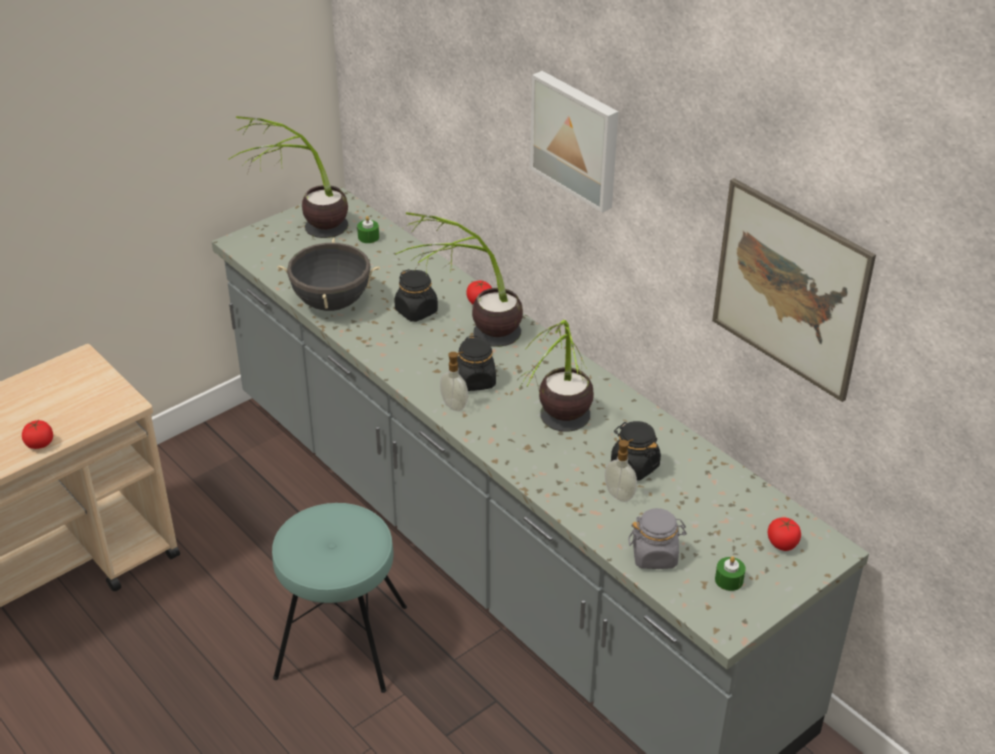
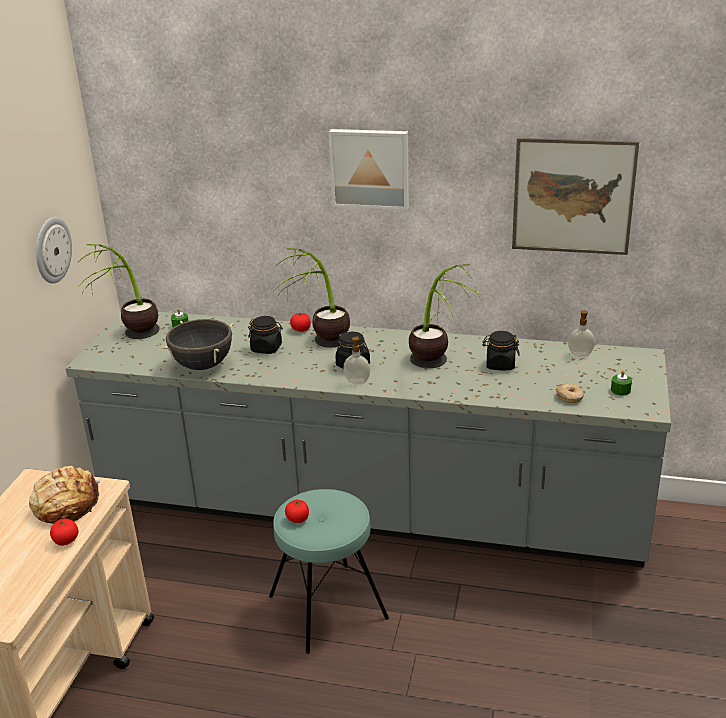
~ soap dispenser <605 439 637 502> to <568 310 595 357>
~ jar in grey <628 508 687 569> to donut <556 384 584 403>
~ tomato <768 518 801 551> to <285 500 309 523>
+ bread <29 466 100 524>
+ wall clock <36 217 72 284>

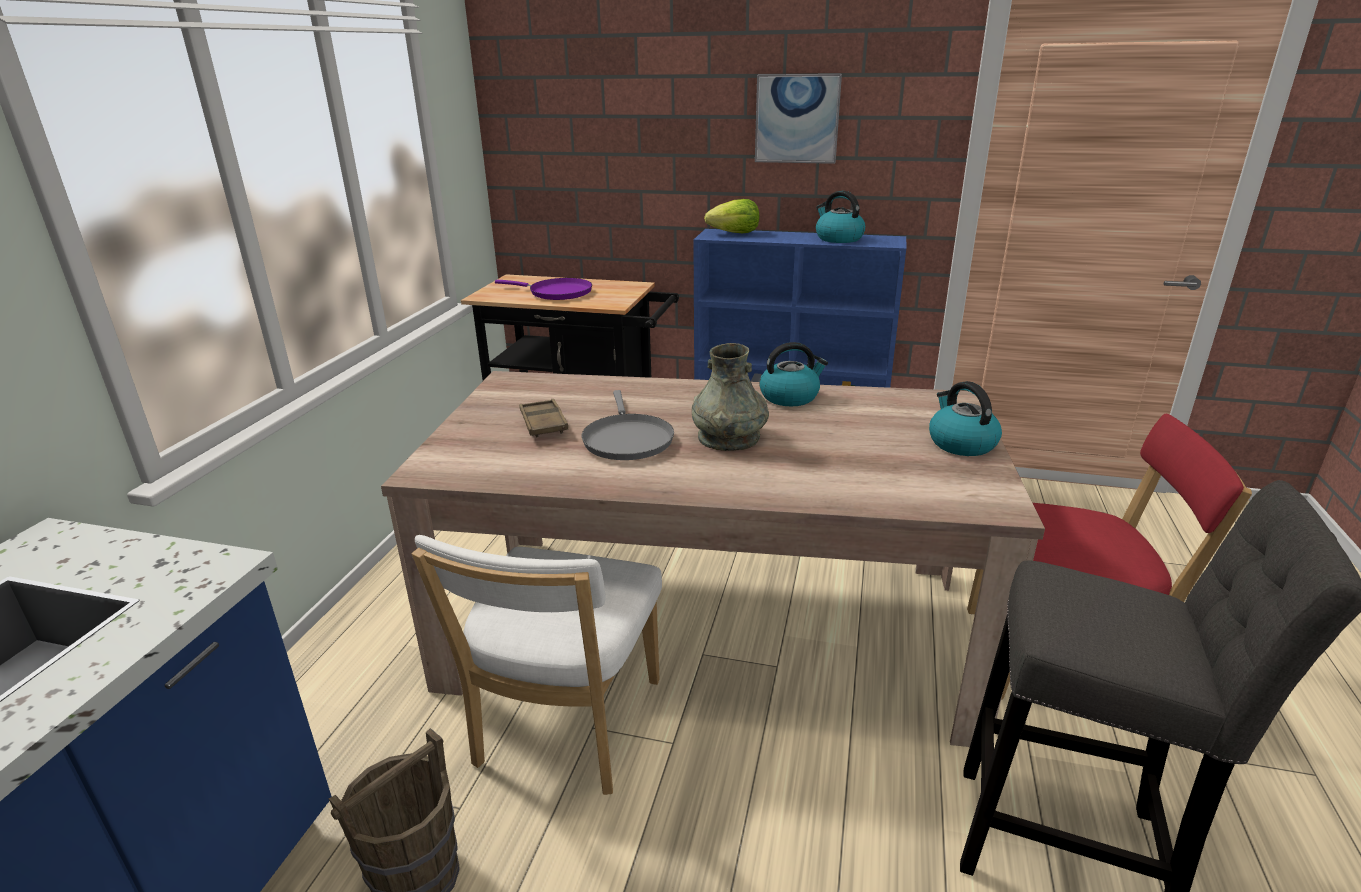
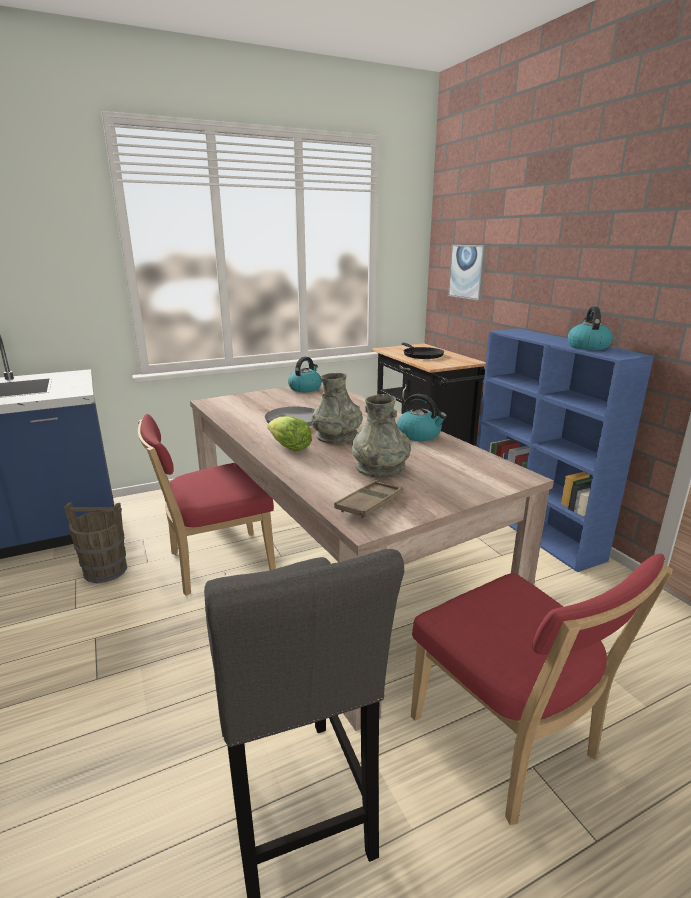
~ chair in white <412 535 662 795> to chair in red <138 414 276 596>
~ frying pan in purple <495 278 592 300> to frying pan in black <402 343 444 359>
~ tray in brown <519 399 568 437> to <334 480 403 518>
~ lettuce <704 199 759 233> to <268 416 312 451>
~ picture <755 74 842 164> to <448 245 487 301>
~ kettle <929 381 1002 456> to <288 357 322 392>
+ vase in grey <352 394 411 478>

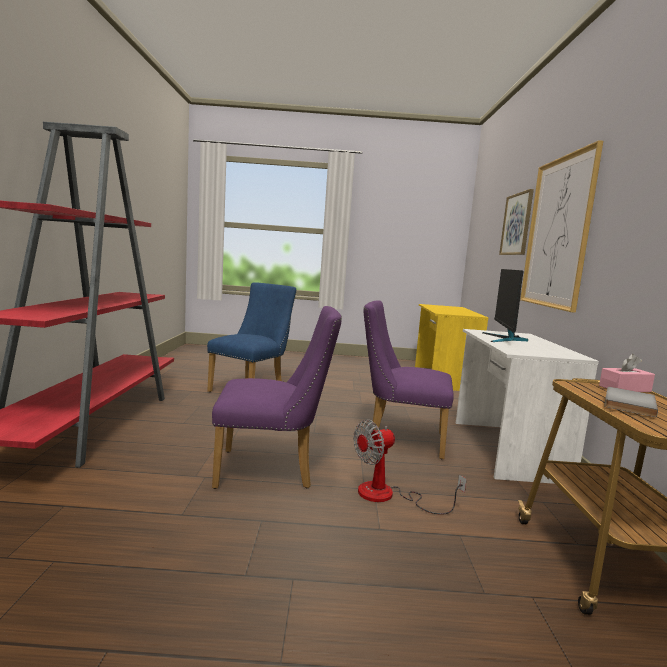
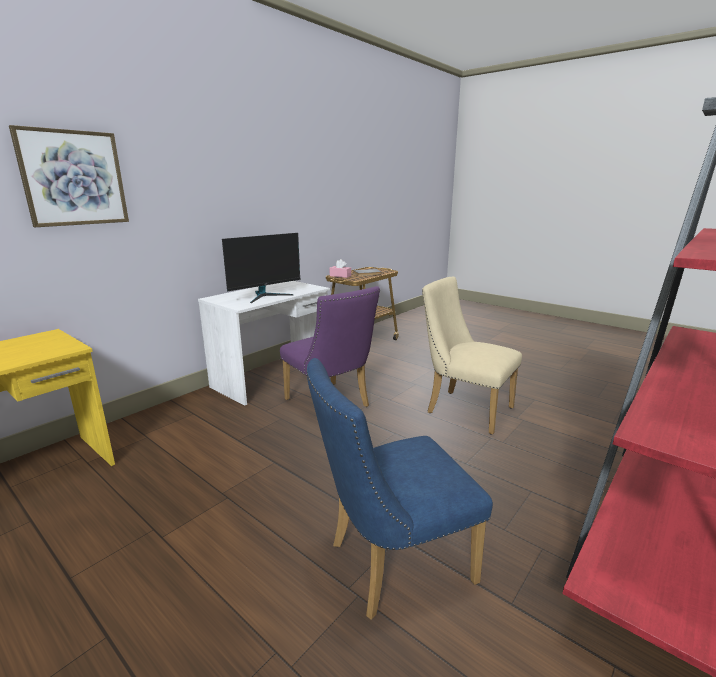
~ chair in purple <212 306 342 489> to chair in beige <422 277 522 435>
- fan <353 419 467 515>
- picture <520 140 603 313>

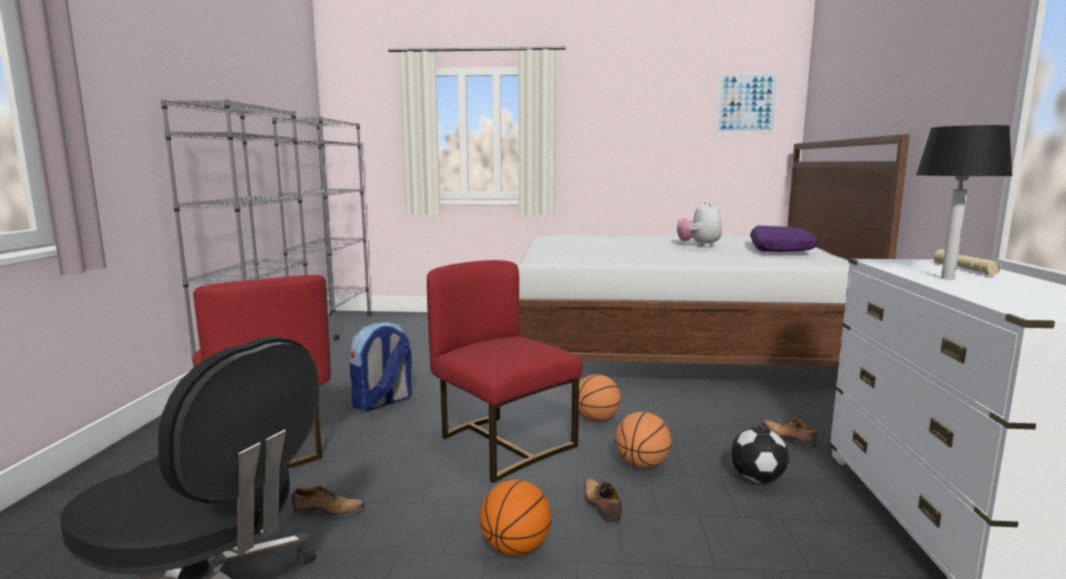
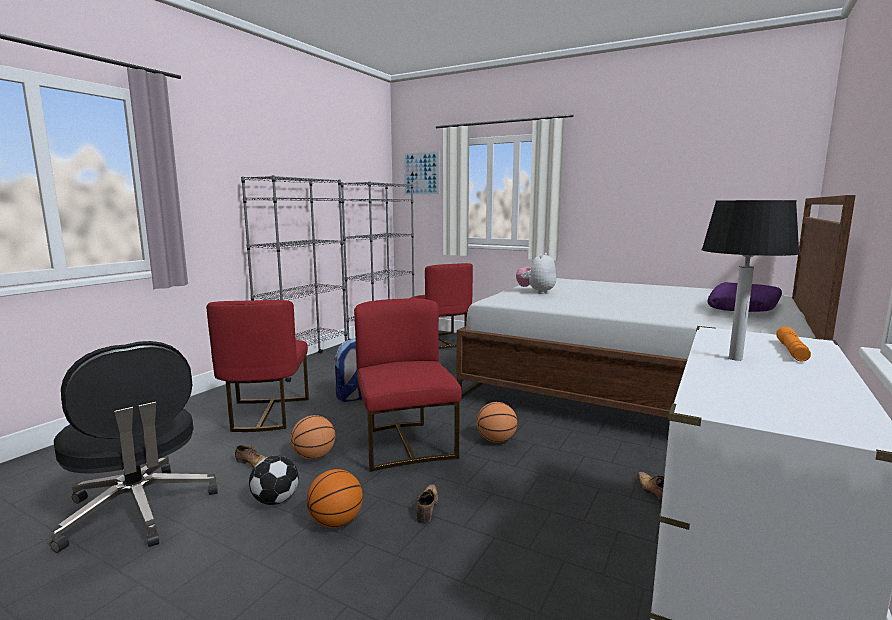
~ basketball <615 412 672 469> to <290 415 335 459>
~ plush toy <677 201 722 247> to <516 253 556 294>
~ picture <715 72 779 134> to <403 151 440 196>
~ football <731 427 789 483> to <249 455 299 505>
~ flashlight in beige <933 249 1001 275> to flashlight in orange <776 326 811 361>
+ chair in red <411 263 473 349>

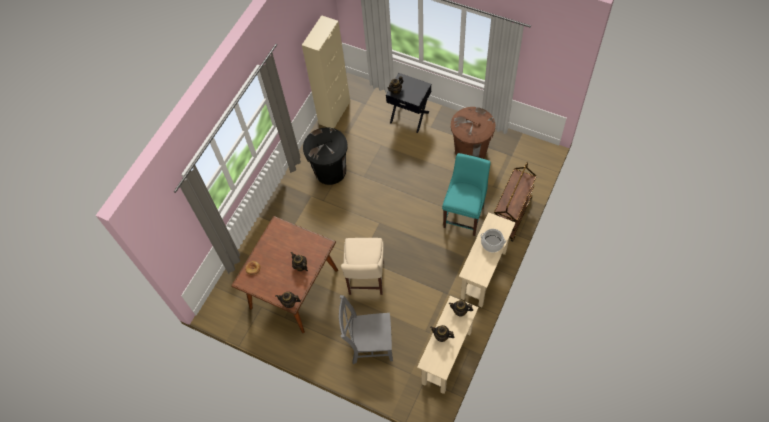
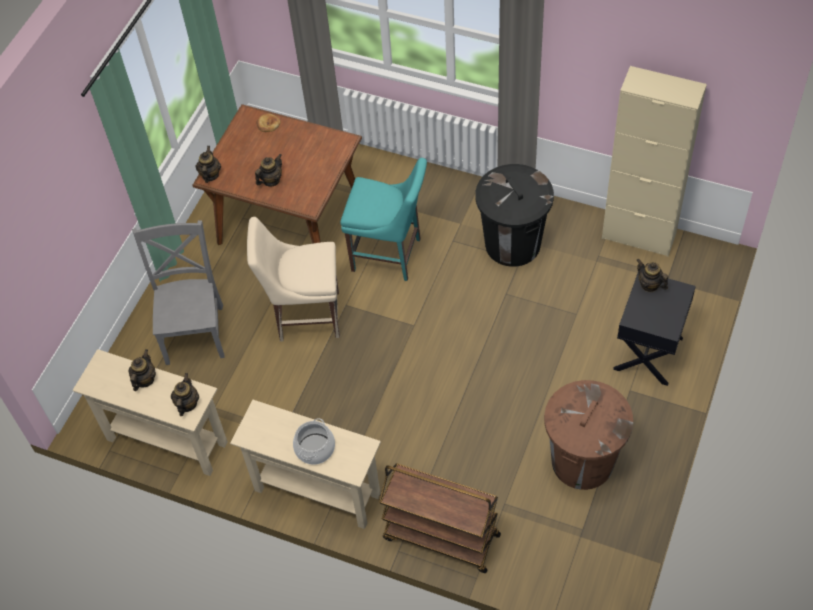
~ chair in turquoise <442 153 491 236> to <340 158 427 281>

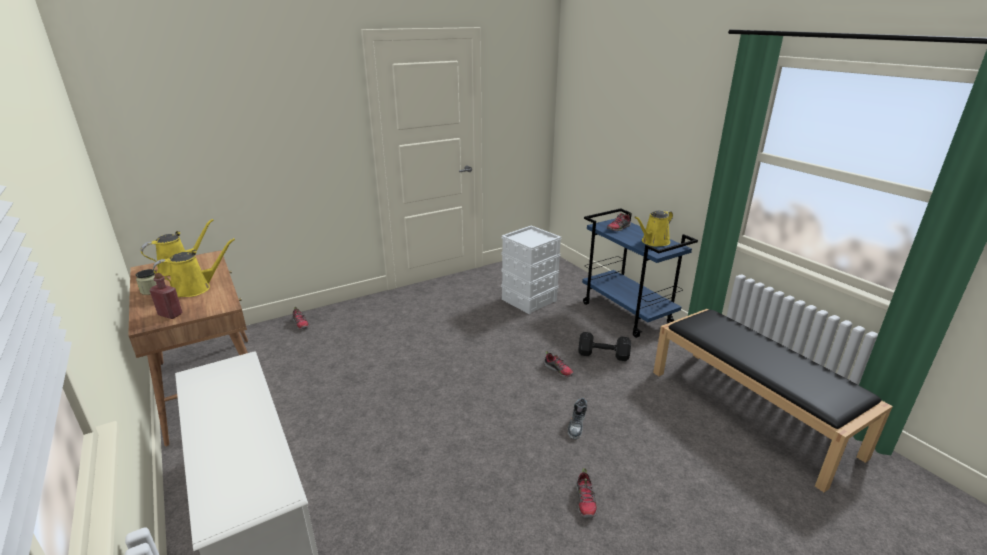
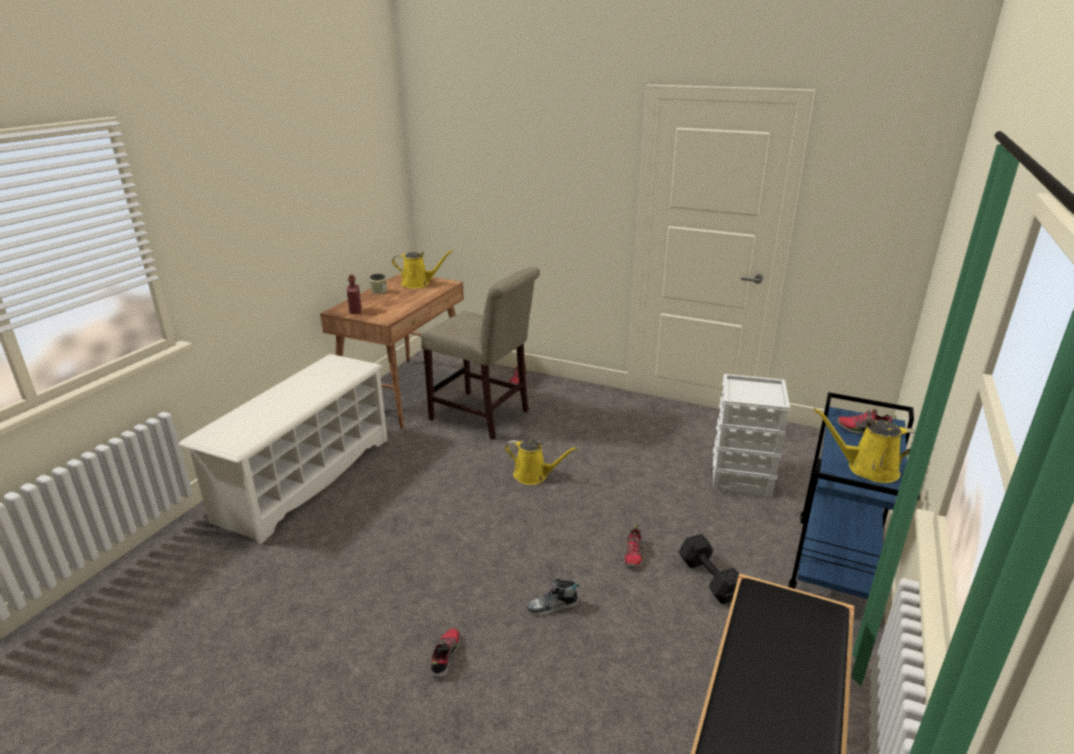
~ watering can in yellow <153 238 235 297> to <505 440 577 485>
~ shoe <576 468 597 518> = <430 628 460 678> 135 degrees clockwise
+ chair in beige <421 267 540 440>

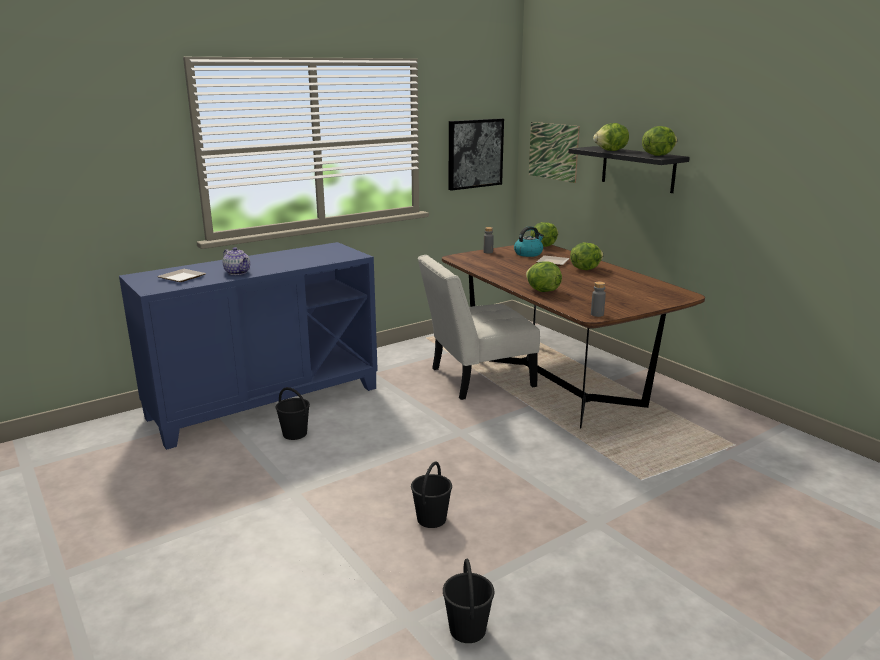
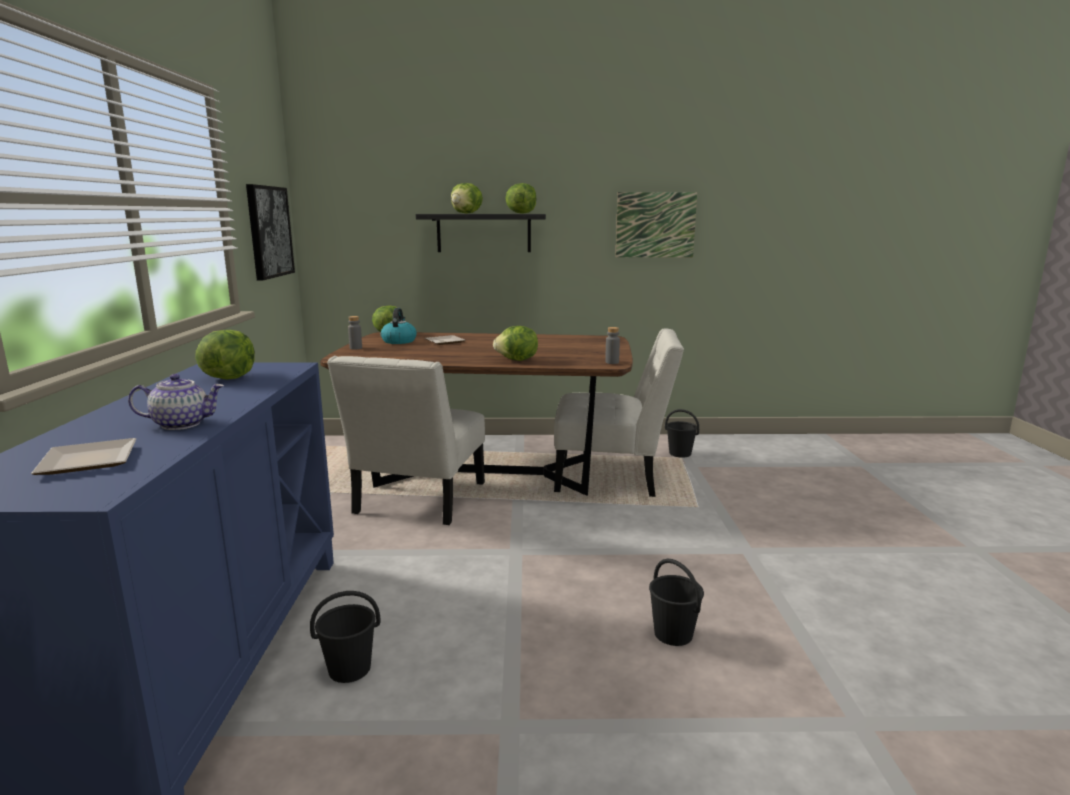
~ bucket in black <443 559 495 643> to <665 409 699 458>
~ picture <529 122 580 183> to <616 192 697 258>
~ lettuce <570 242 604 270> to <195 330 255 380>
+ chair in white <554 328 684 497>

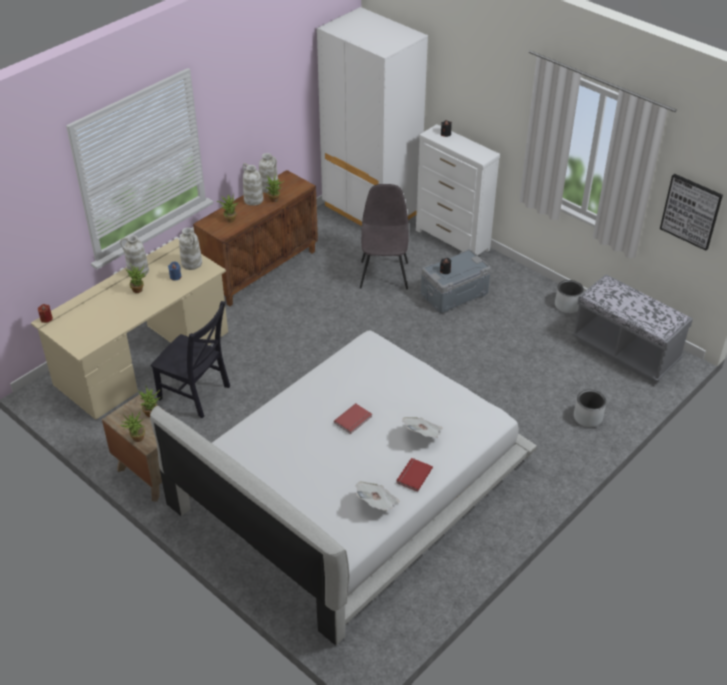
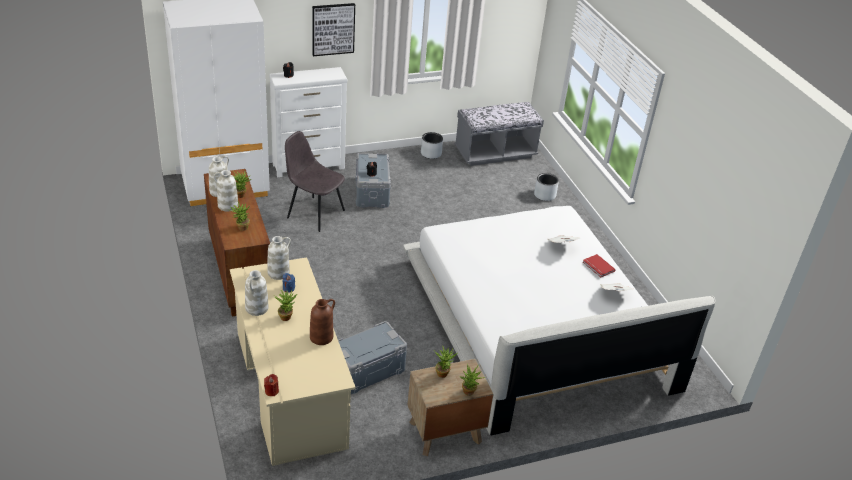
~ chair in black <150 301 230 418> to storage box in grey <338 321 407 394>
- book in red <334 403 372 434>
~ picture <660 174 723 251> to <312 3 355 56>
+ vase in brown <310 299 335 345>

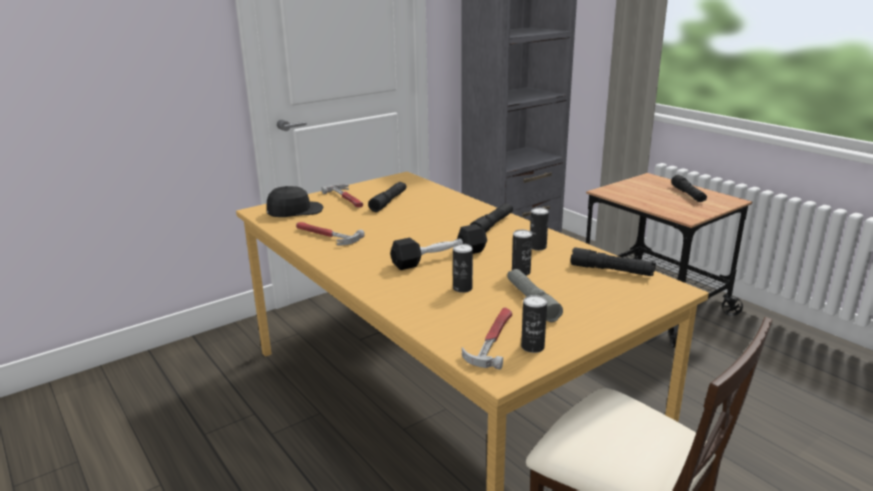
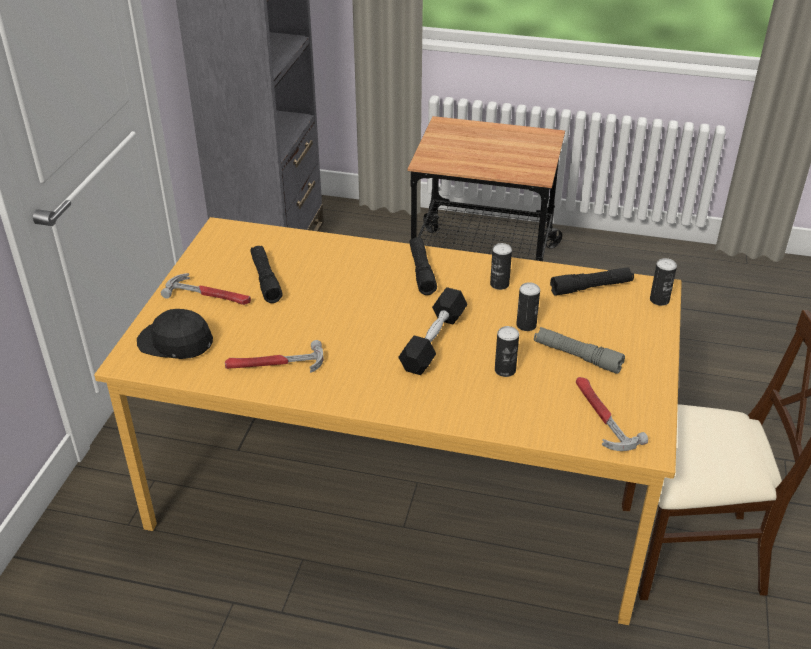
~ cap in black <267 186 324 217> = <137 309 213 359> 90 degrees counterclockwise
~ can <521 295 547 353> to <650 258 677 306>
- flashlight in black <671 175 707 202>

